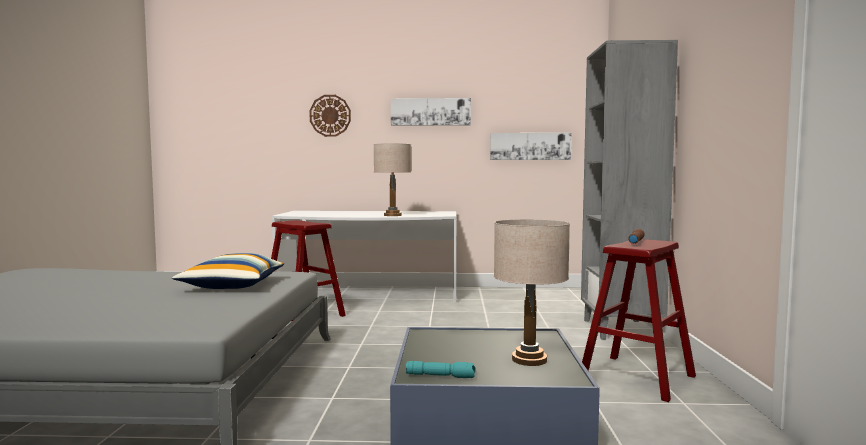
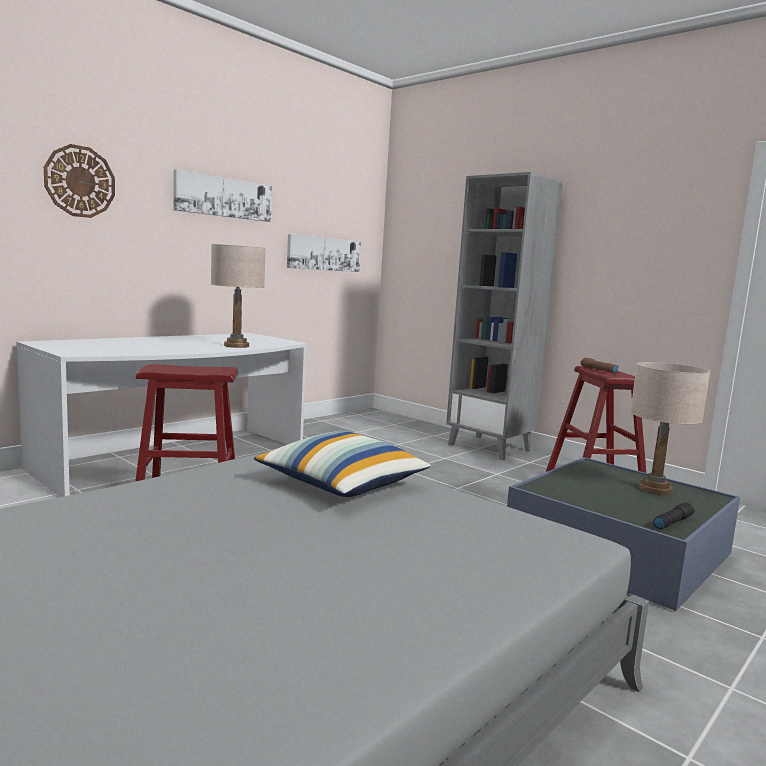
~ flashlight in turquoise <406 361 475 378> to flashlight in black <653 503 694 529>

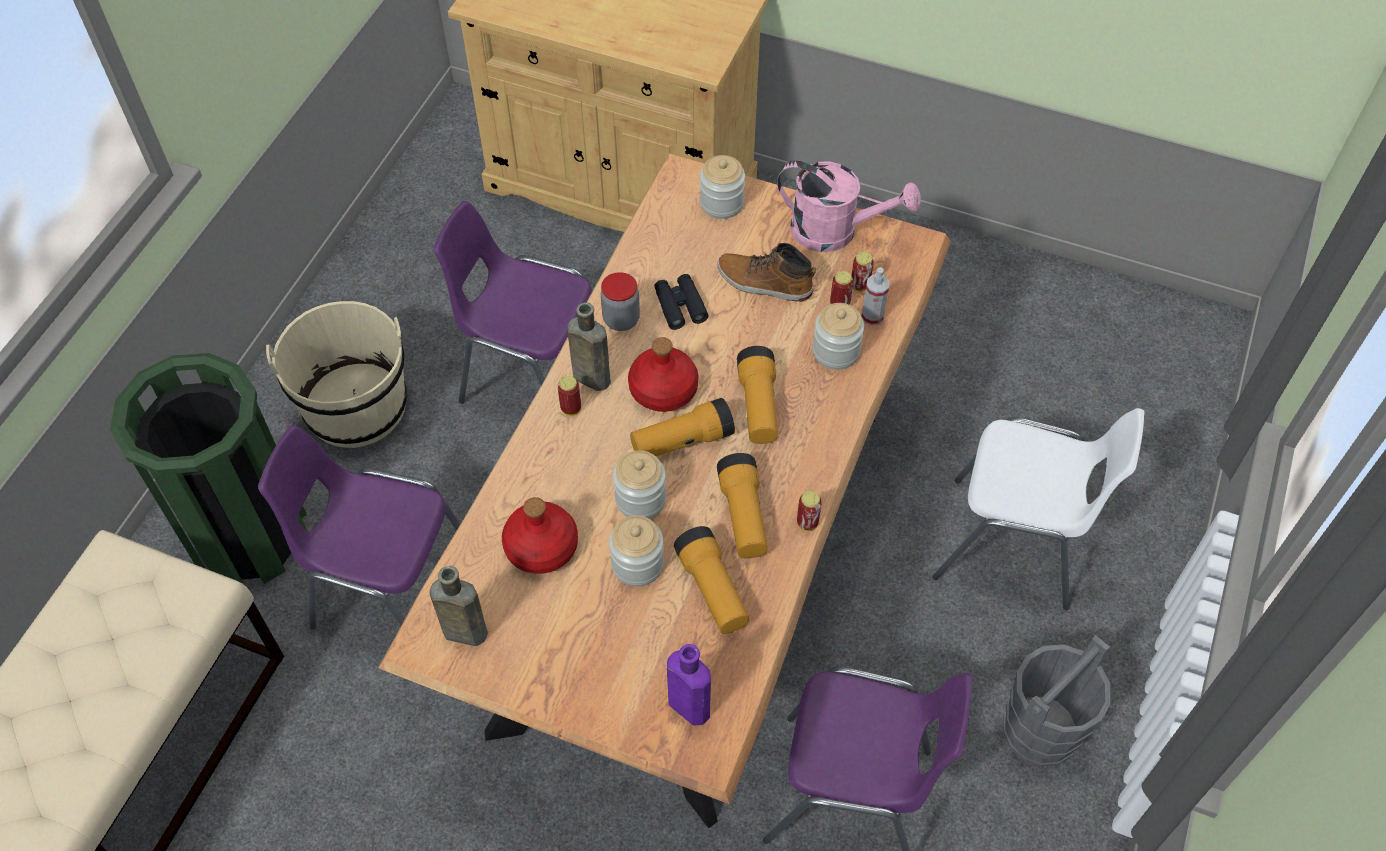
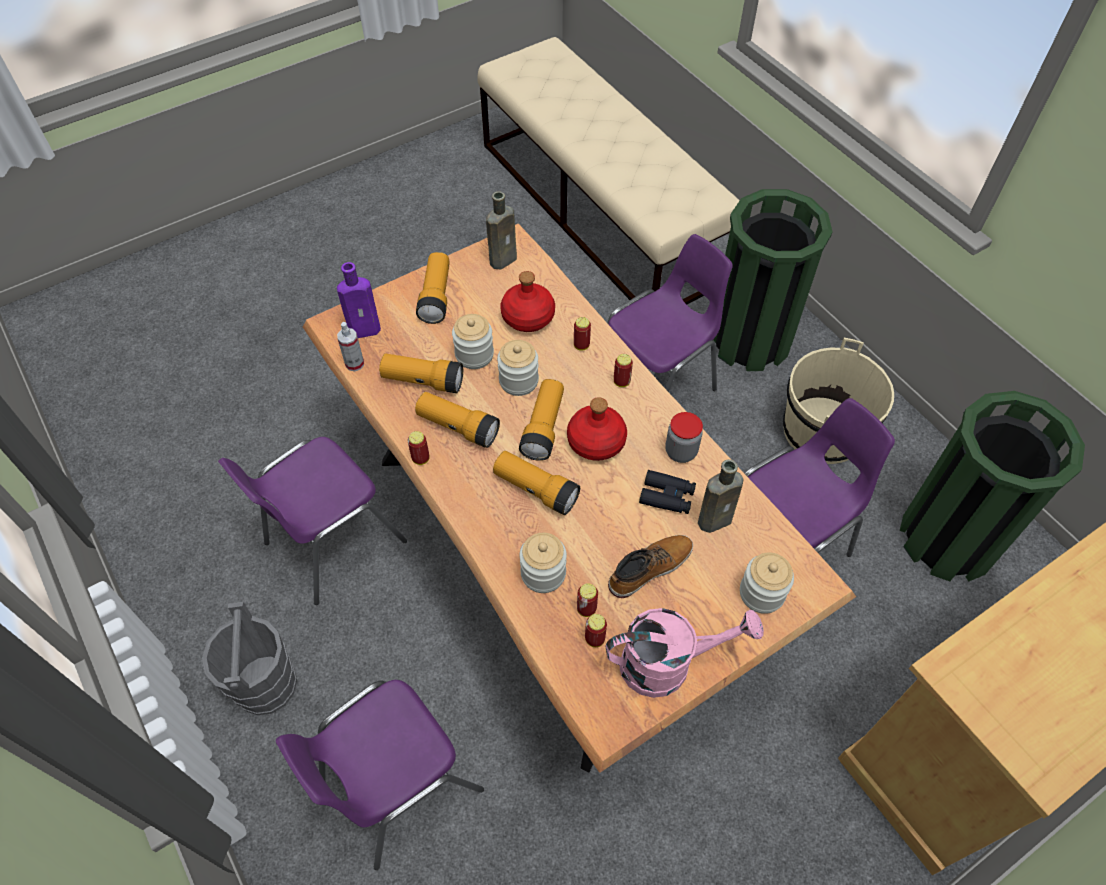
~ bottle in brown <567 302 611 391> to <698 459 744 533>
~ watering can in pink <777 161 921 252> = <606 608 764 698> 150 degrees counterclockwise
~ spray bottle <861 267 890 326> to <337 322 364 371>
~ chair in white <932 408 1144 610> to chair in purple <276 680 484 870>
+ flashlight <416 252 450 324>
+ can <574 317 591 351>
+ trash can in green <900 391 1085 581>

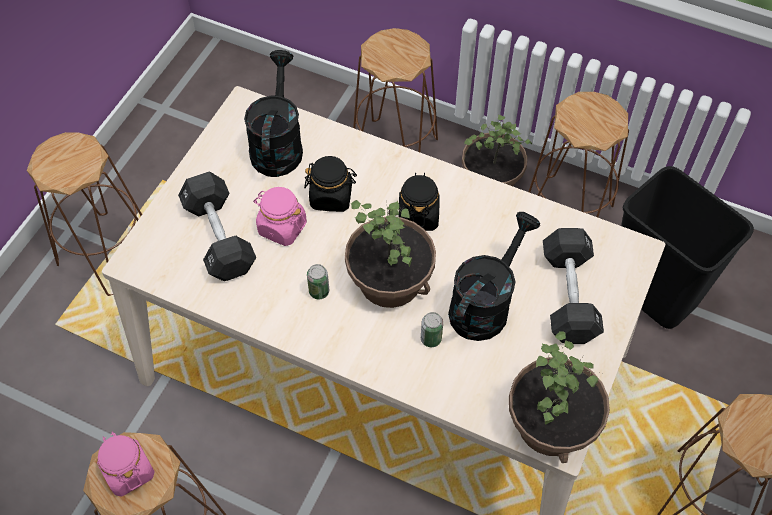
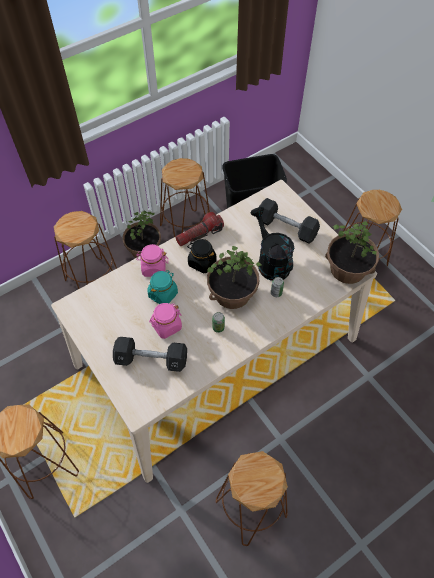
~ jar in pink <97 431 155 496> to <136 244 168 277>
- watering can in black <244 50 303 177>
~ jar in black <304 156 357 212> to jar in turquoise <147 270 178 304>
+ flashlight <175 212 224 246>

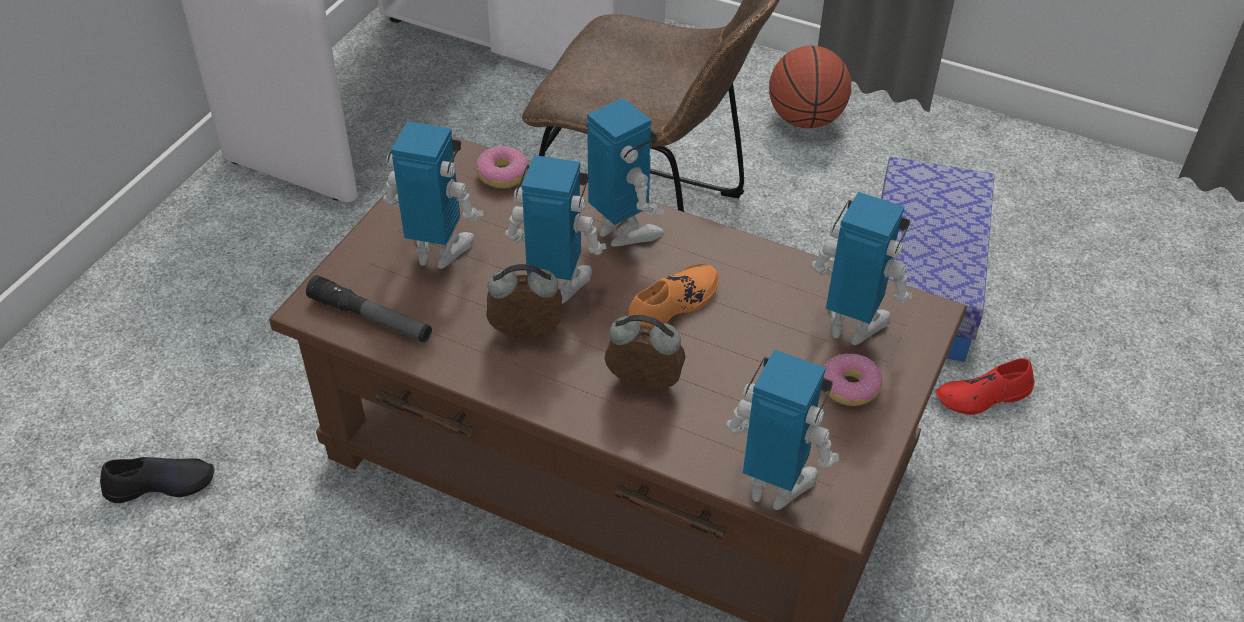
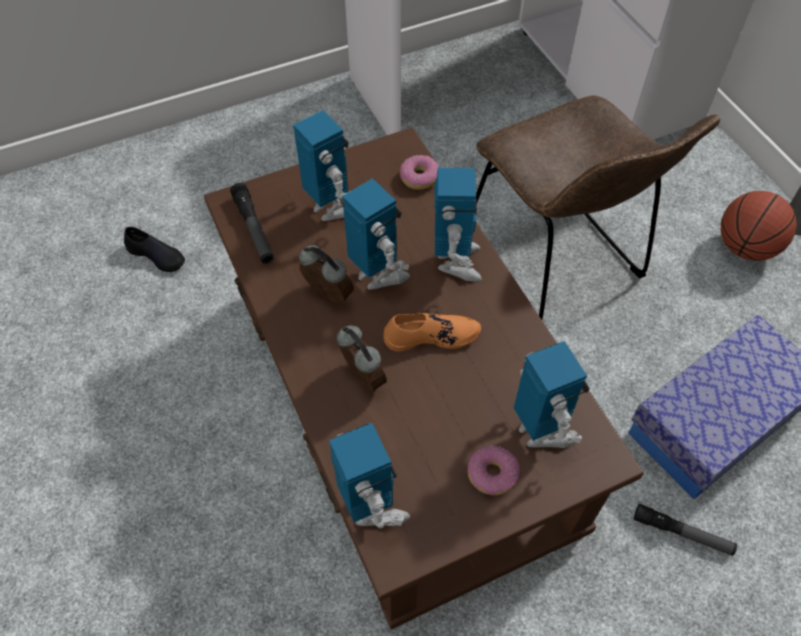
~ shoe in red <936 358 1035 415> to flashlight <634 504 737 556>

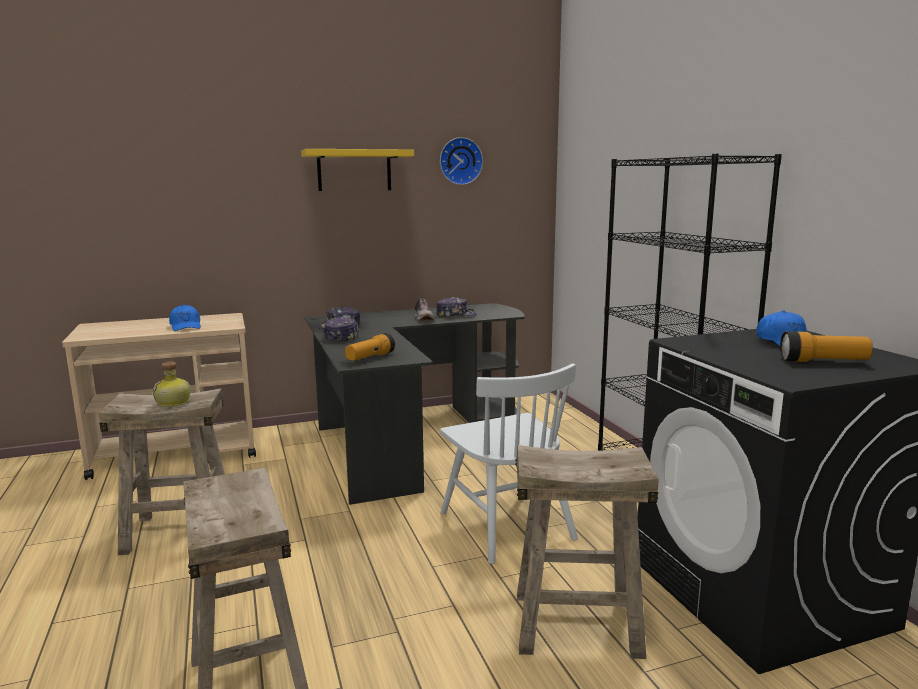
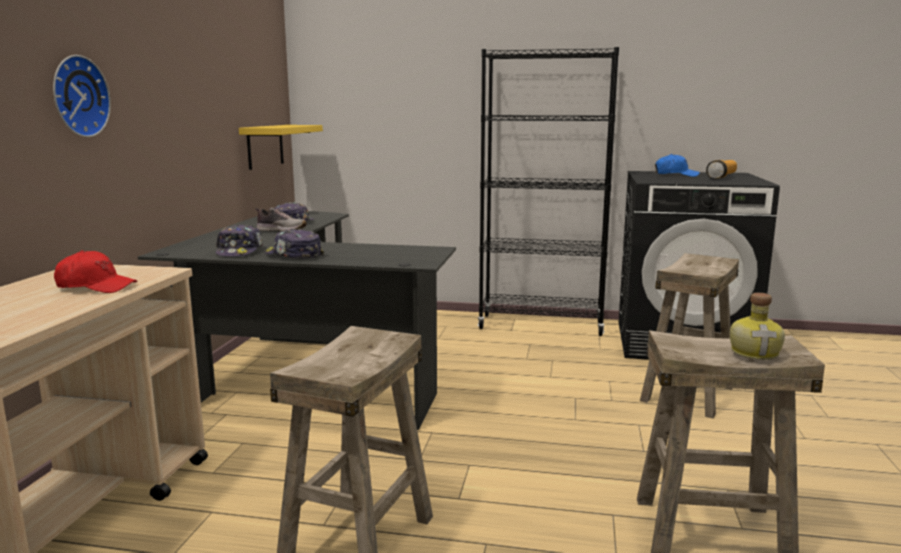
~ bottle <153 362 190 407> to <730 293 785 360>
~ cap in blue <169 304 201 331> to cap in red <54 250 137 293>
~ shelf in yellow <301 149 414 191> to <239 125 323 170>
- flashlight <345 333 395 361>
~ wall clock <440 137 483 185> to <53 55 111 137>
- chair in white <440 363 578 564>

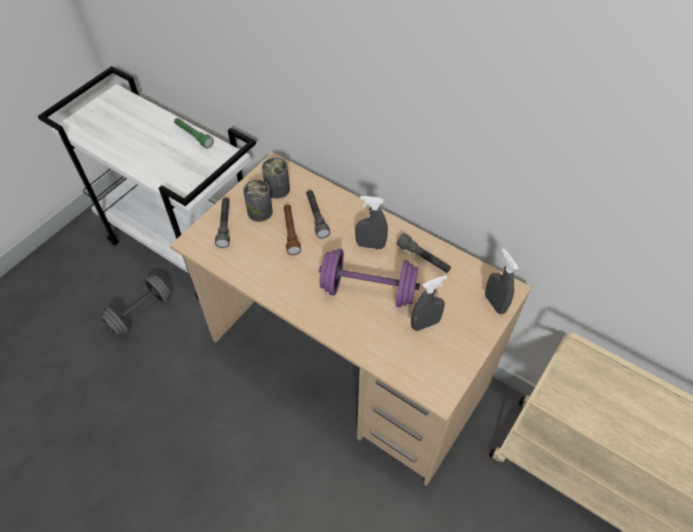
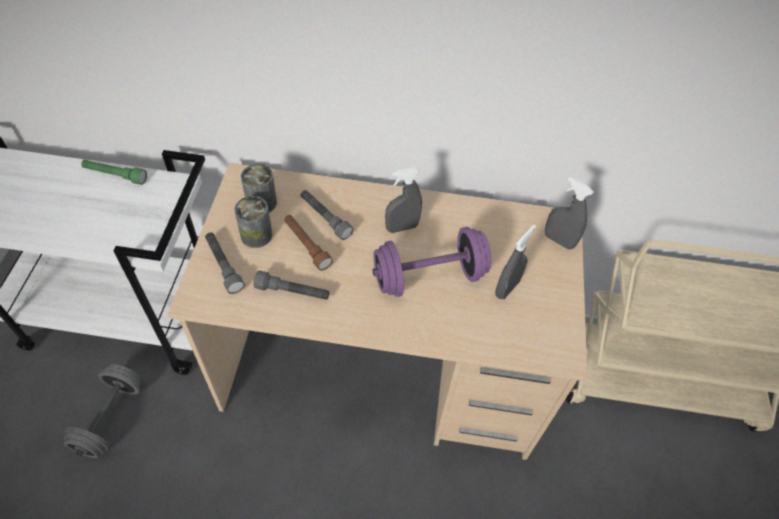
~ flashlight in grey <396 233 451 273> to <254 271 329 300>

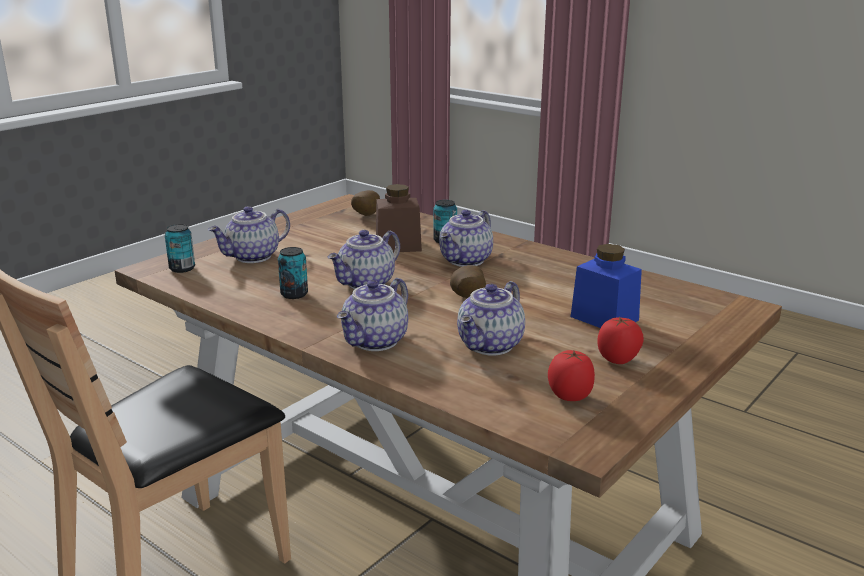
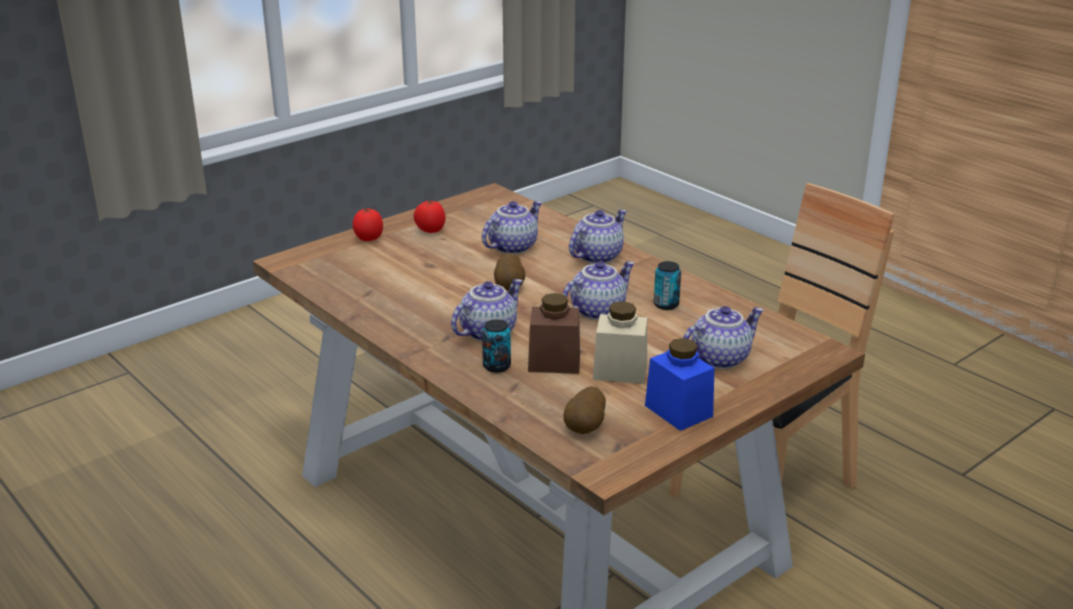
- can <165 224 195 273>
~ tomato <548 350 595 401> to <352 208 383 241>
~ jar in blue <571 244 642 328> to <645 338 715 431>
+ jar in beige <593 301 647 384>

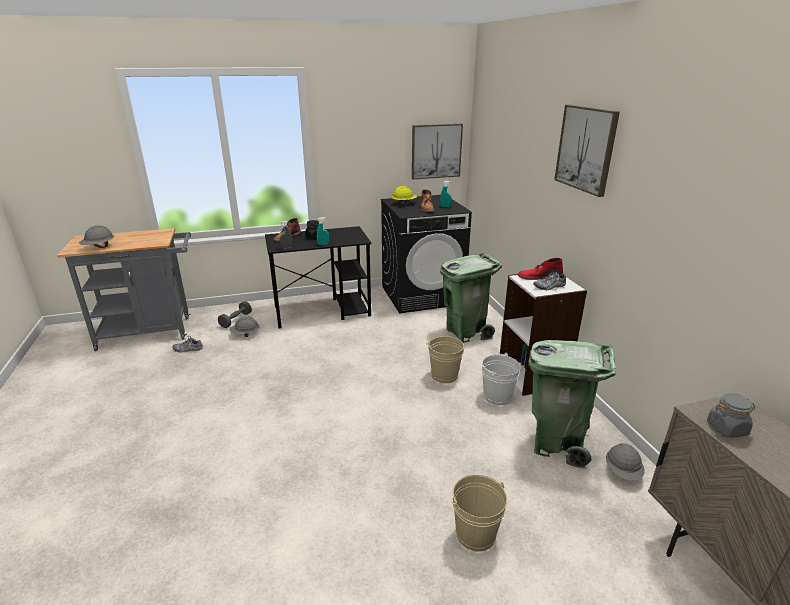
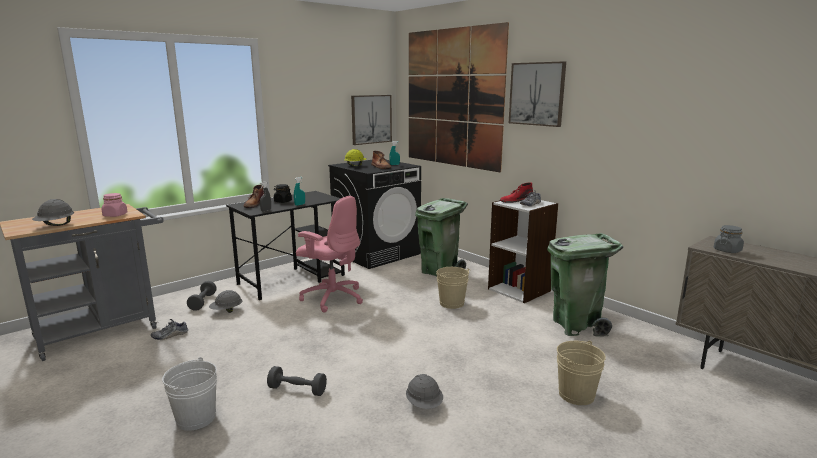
~ bucket in white <482 353 521 405> to <162 357 217 431>
~ hard hat in grey <606 443 645 481> to <406 374 443 409>
+ jar in pink <101 193 128 217>
+ dumbbell in grey <267 366 327 396>
+ office chair in pink <296 196 363 313>
+ picture <409 22 509 172>

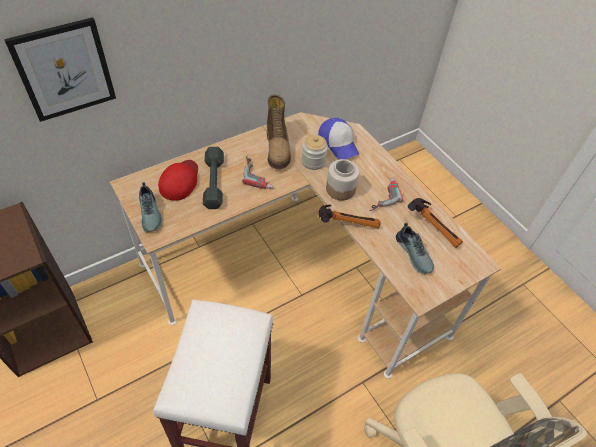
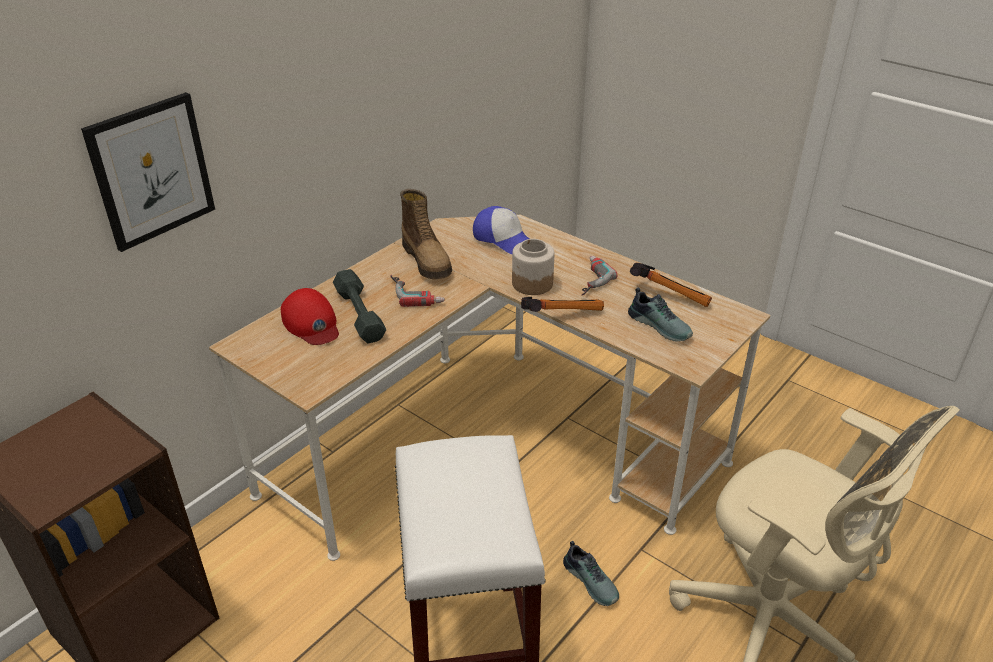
~ shoe <139 182 163 232> to <563 541 619 606>
~ cap in red <158 160 198 201> = <281 288 339 345> 150 degrees clockwise
- jar <301 135 328 170>

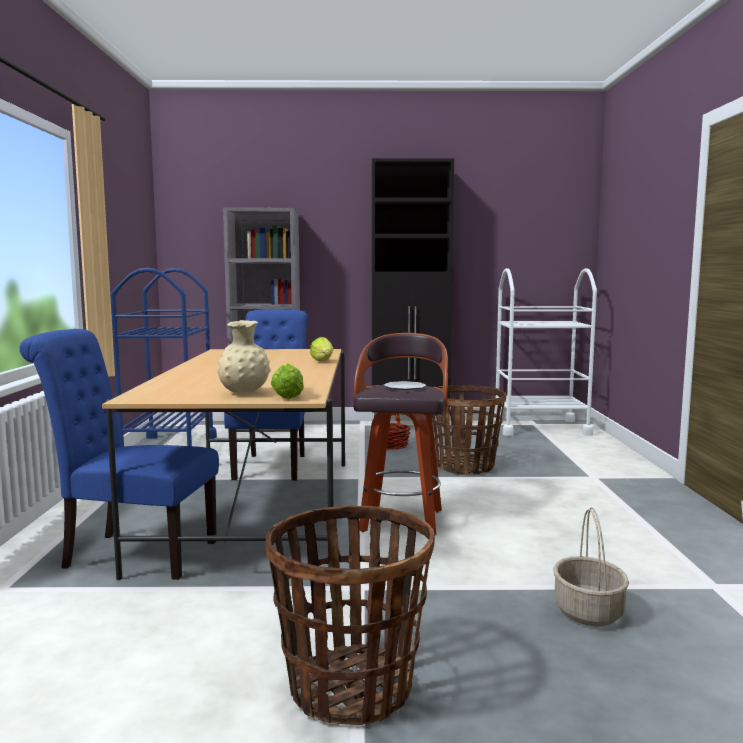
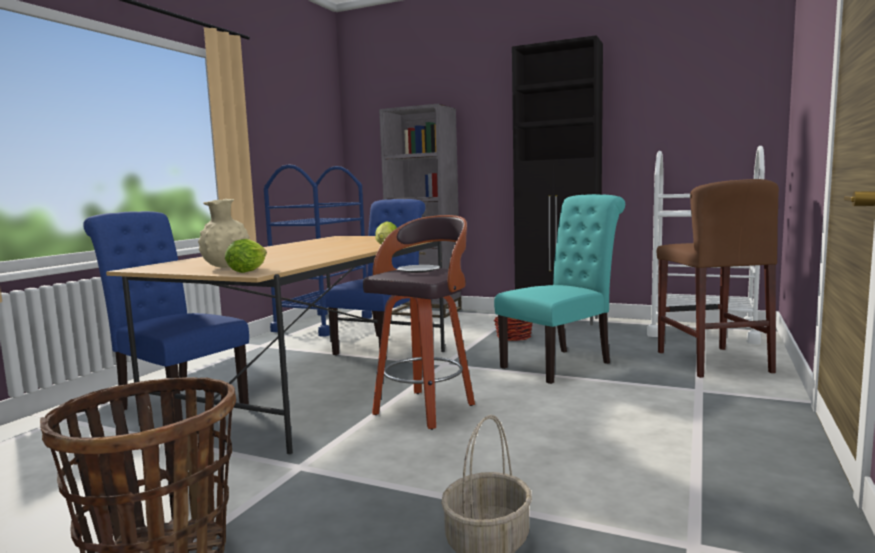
~ basket <431 385 506 475> to chair in turquoise <494 194 625 384>
+ stool in brown <657 179 779 378>

